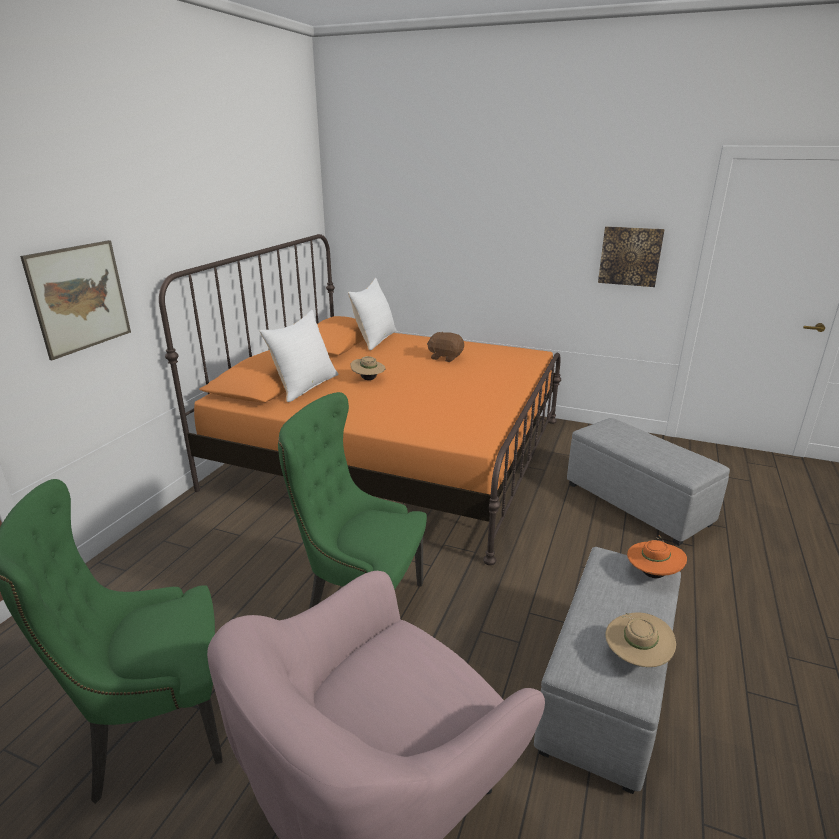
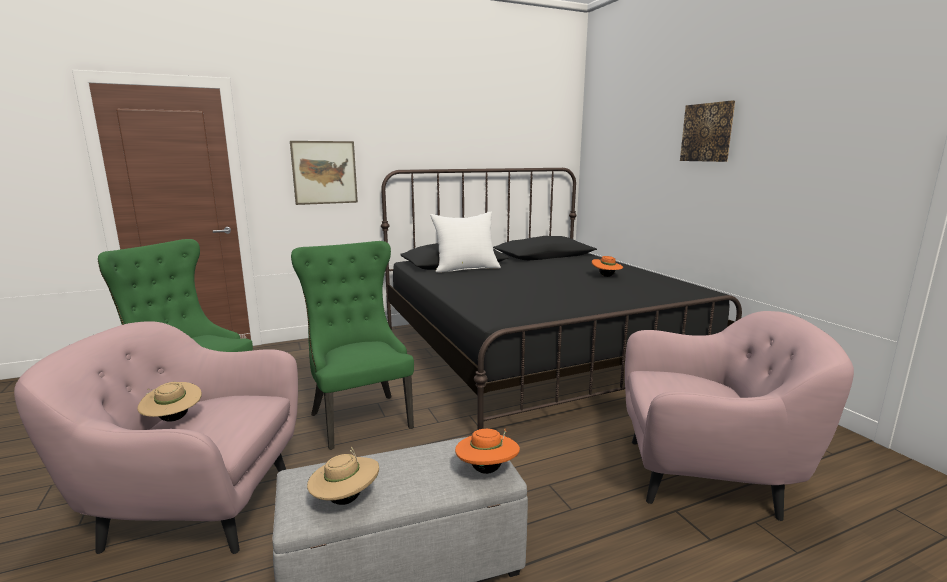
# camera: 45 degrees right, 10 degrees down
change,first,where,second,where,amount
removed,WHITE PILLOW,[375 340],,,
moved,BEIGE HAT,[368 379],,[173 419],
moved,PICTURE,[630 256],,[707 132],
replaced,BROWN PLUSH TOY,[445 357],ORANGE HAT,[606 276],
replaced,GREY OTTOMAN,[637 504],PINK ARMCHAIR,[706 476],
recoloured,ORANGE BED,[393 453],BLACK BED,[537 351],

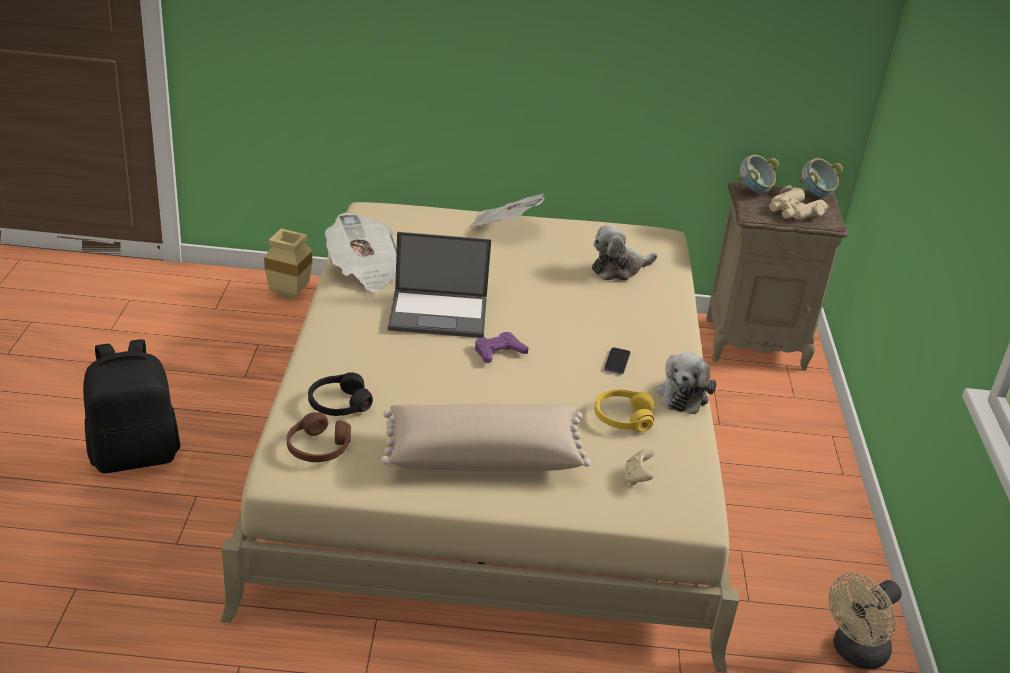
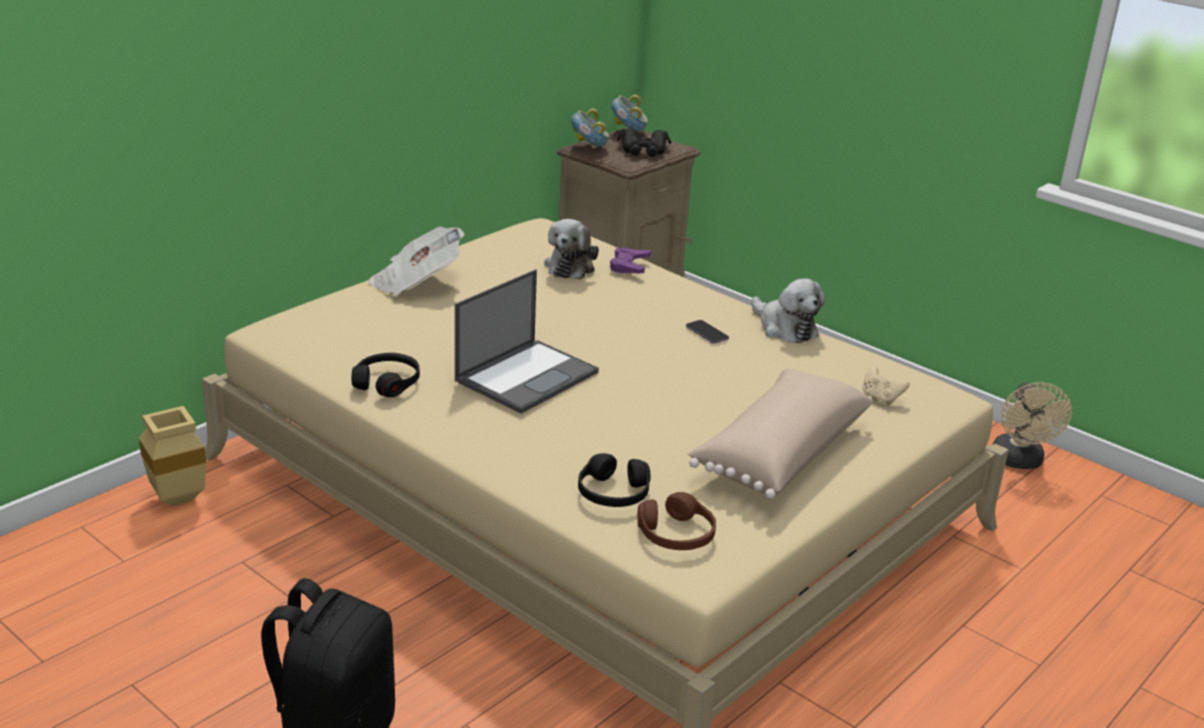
# camera: 50 degrees left, 5 degrees down
change,first,where,second,where,amount
removed,YELLOW HEADPHONES,[622 417],,,
moved,PURPLE GAME CONTROLLER,[499 352],,[629 265],
replaced,NEWSPAPER,[364 271],BLACK HEADPHONES,[387 383],
recoloured,BEIGE BINOCULARS,[793 212],BLACK BINOCULARS,[643 151],

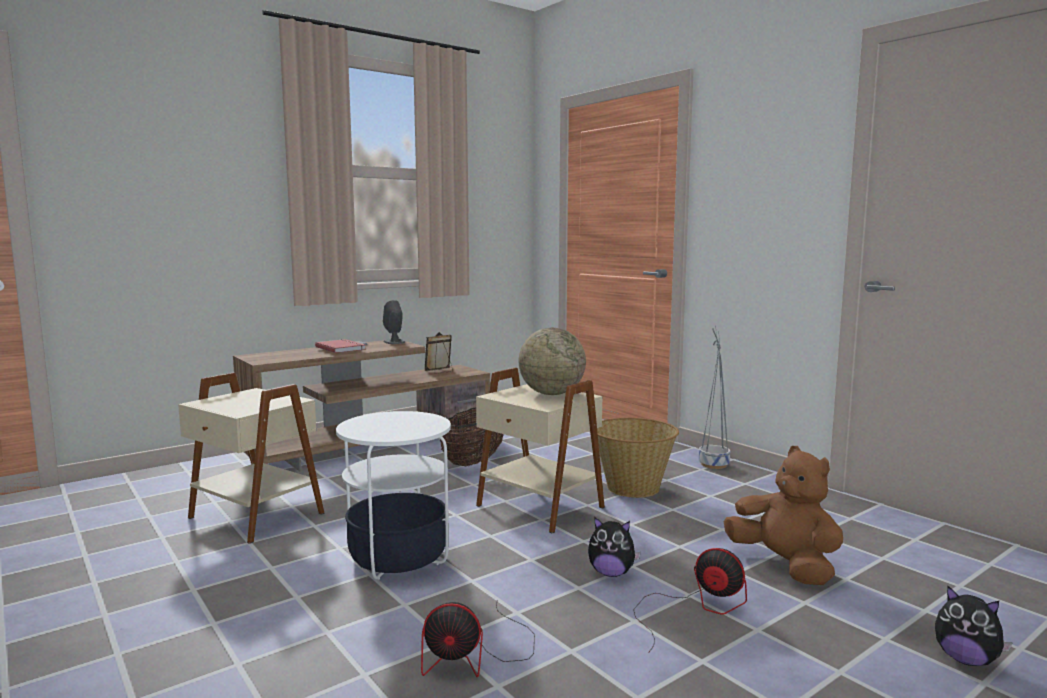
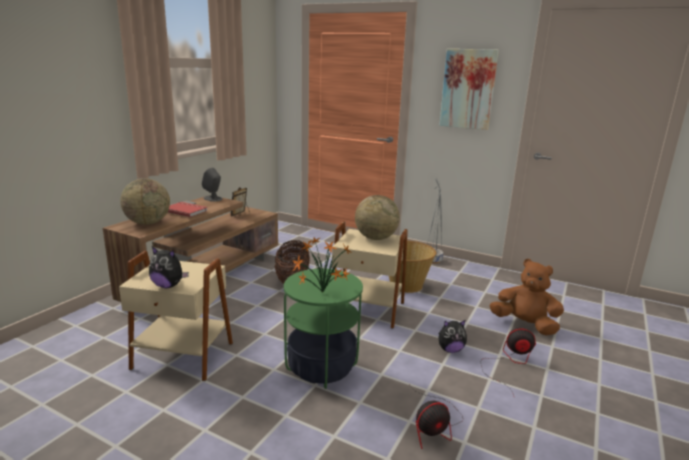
# camera: 25 degrees left, 10 degrees up
change,first,where,second,where,amount
added,,,GLOBE,[148 223],
added,,,POTTED PLANT,[321 293],
added,,,PICTURE,[468 89],
moved,PLUSH TOY,[966 660],,[168 286],
recoloured,WHITE SIDE TABLE,[398 559],GREEN SIDE TABLE,[321 369],

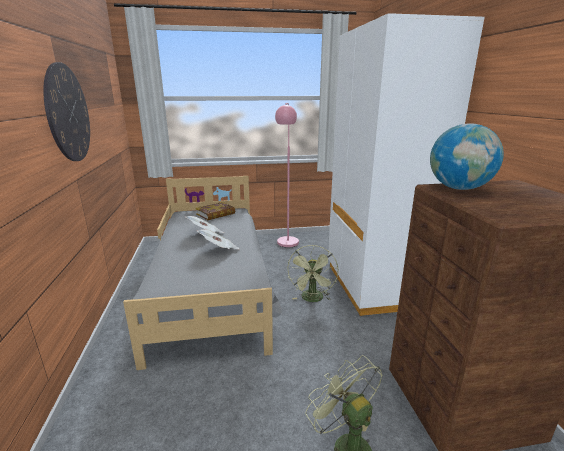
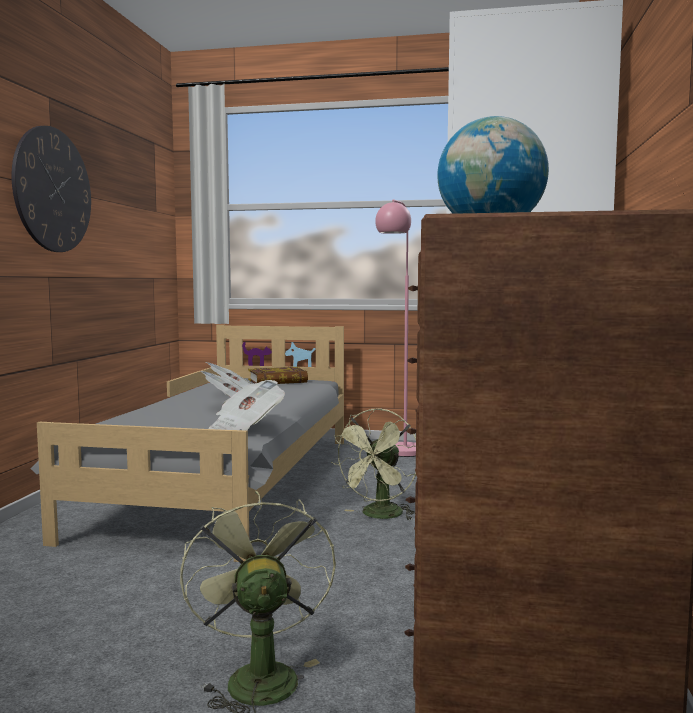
# camera: 20 degrees right, 15 degrees down
change,first,where,second,where,amount
added,,,NEWSPAPER,[245 427],

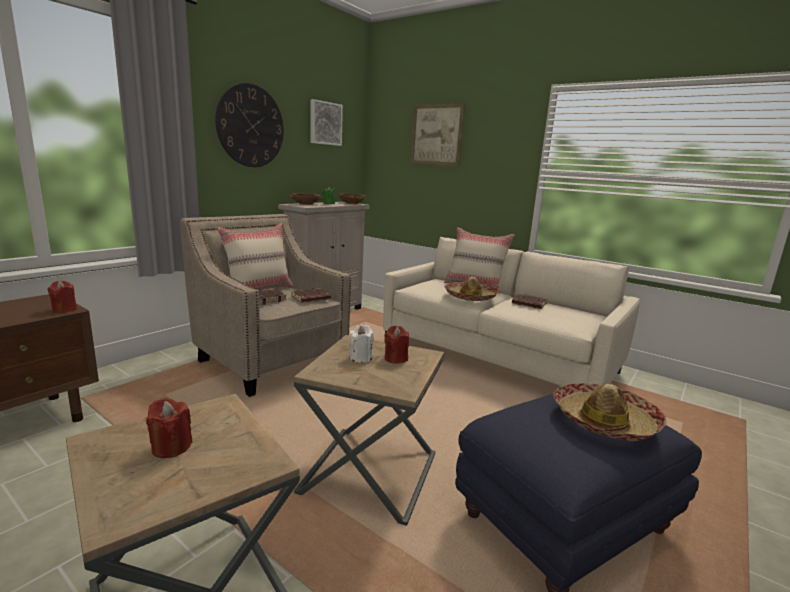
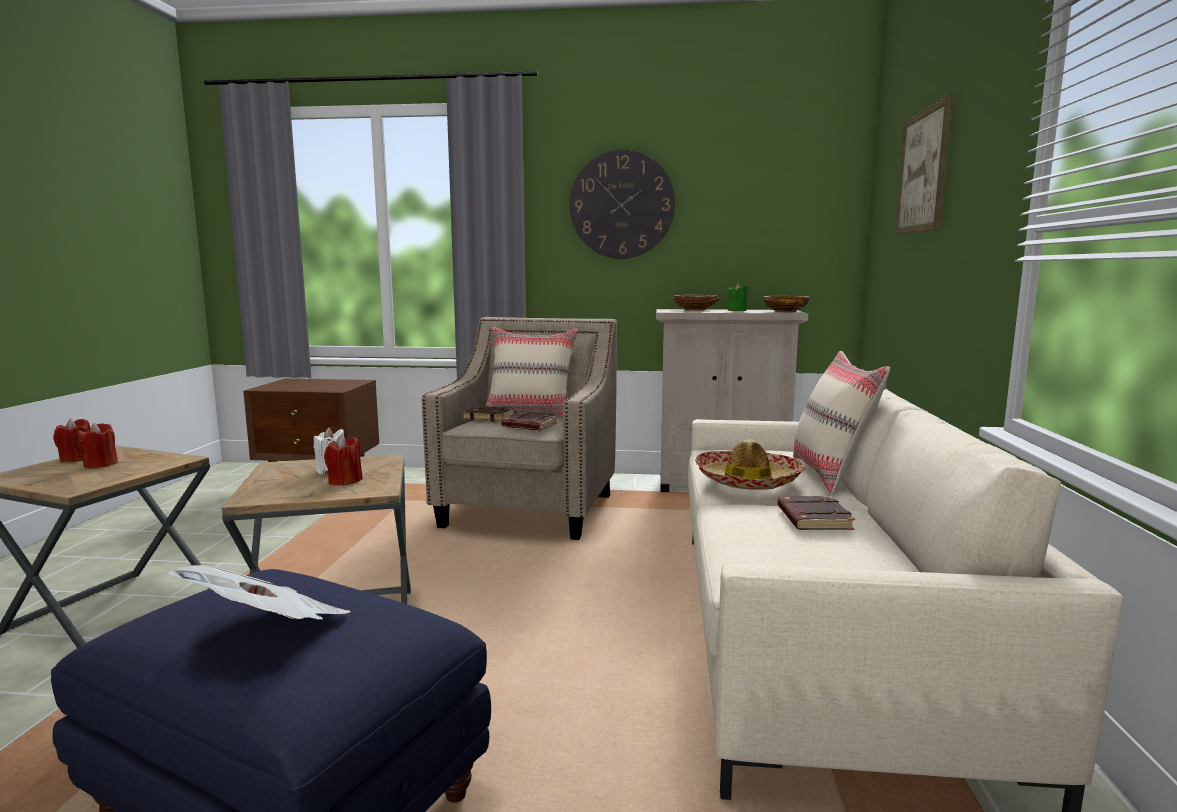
# camera: 60 degrees right, 5 degrees down
change,first,where,second,where,amount
removed,PICTURE,[325 123],,,
moved,RED CANDLE,[64 309],,[77 459],
replaced,HAT,[604 421],NEWSPAPER,[268 631],

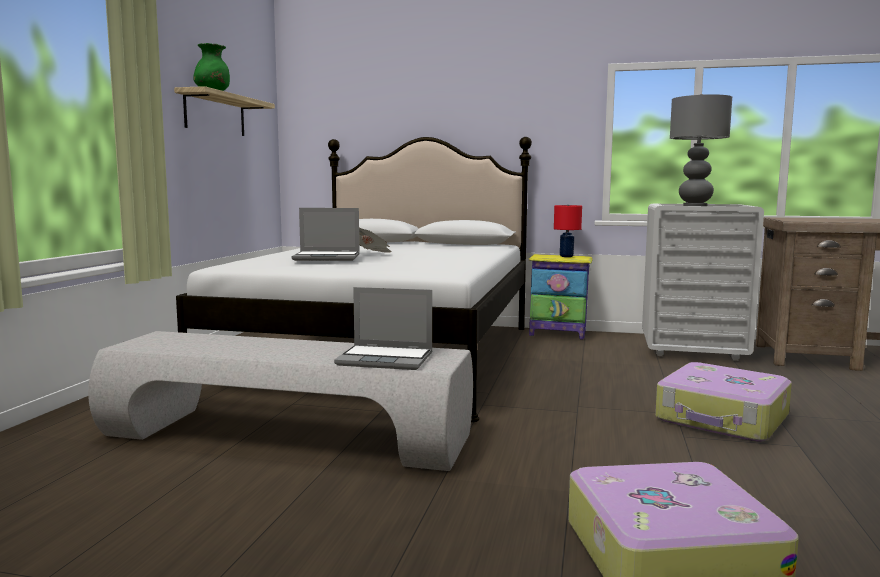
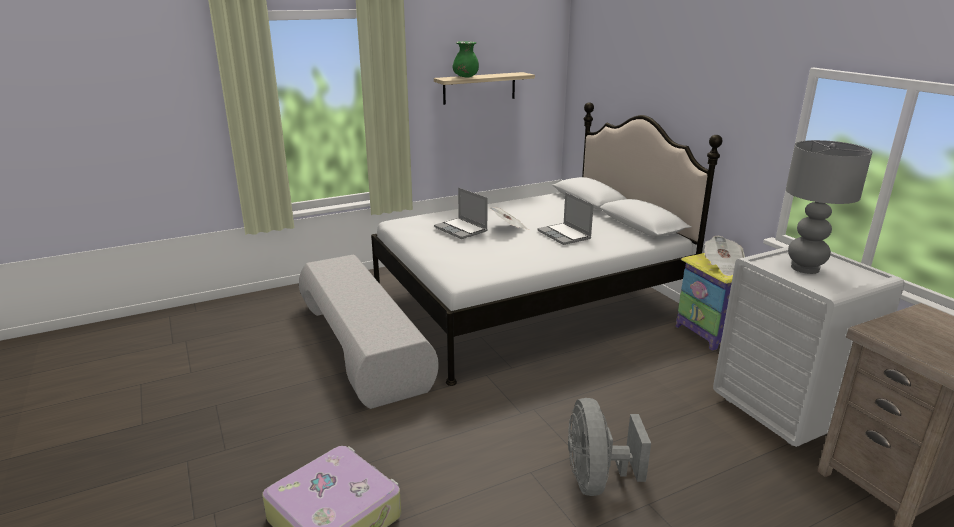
# camera: 50 degrees right, 15 degrees up
change,first,where,second,where,amount
moved,LAPTOP,[386 359],,[565 235],
replaced,RED TABLE LAMP,[567 256],NEWSPAPER,[723 266],
replaced,SUITCASE,[722 418],GREY FAN,[596 479],

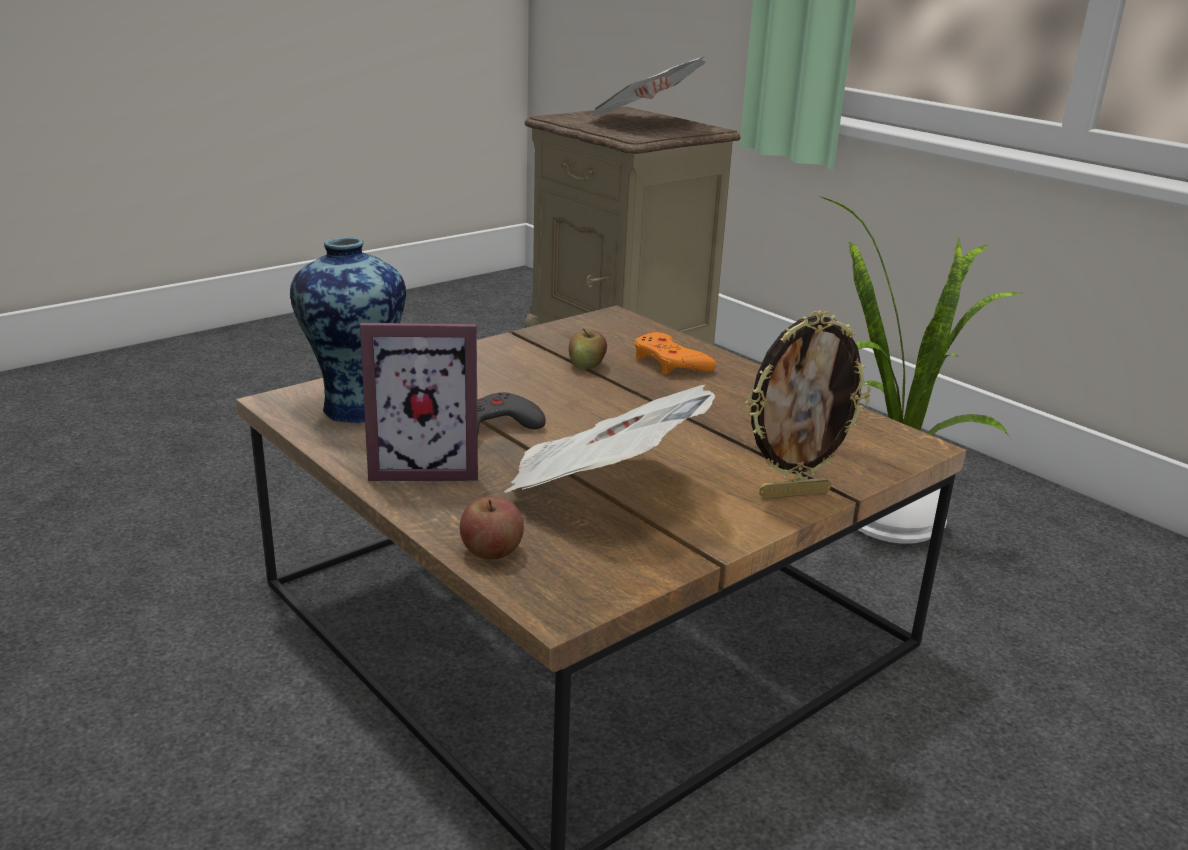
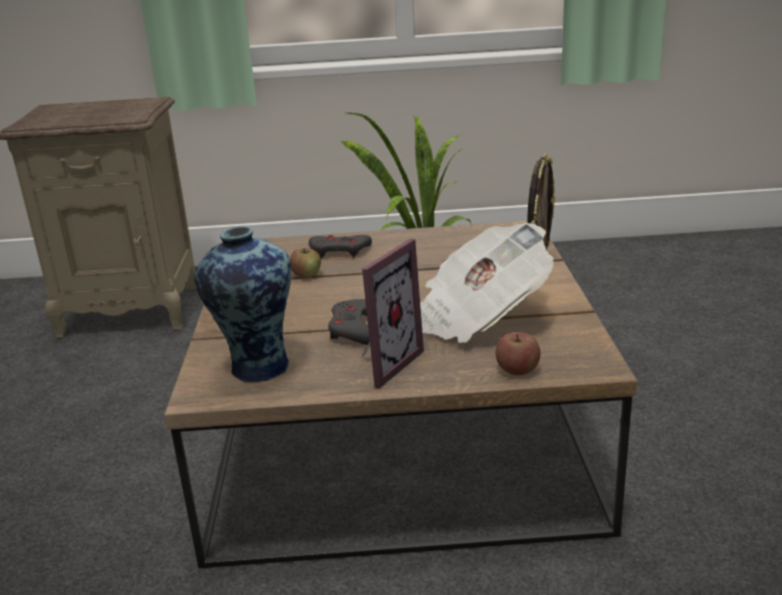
# camera: 50 degrees left, 0 degrees up
change,first,where,second,where,amount
removed,NEWSPAPER,[642 122],,,
recoloured,ORANGE GAME CONTROLLER,[670 362],GREY GAME CONTROLLER,[339 251],

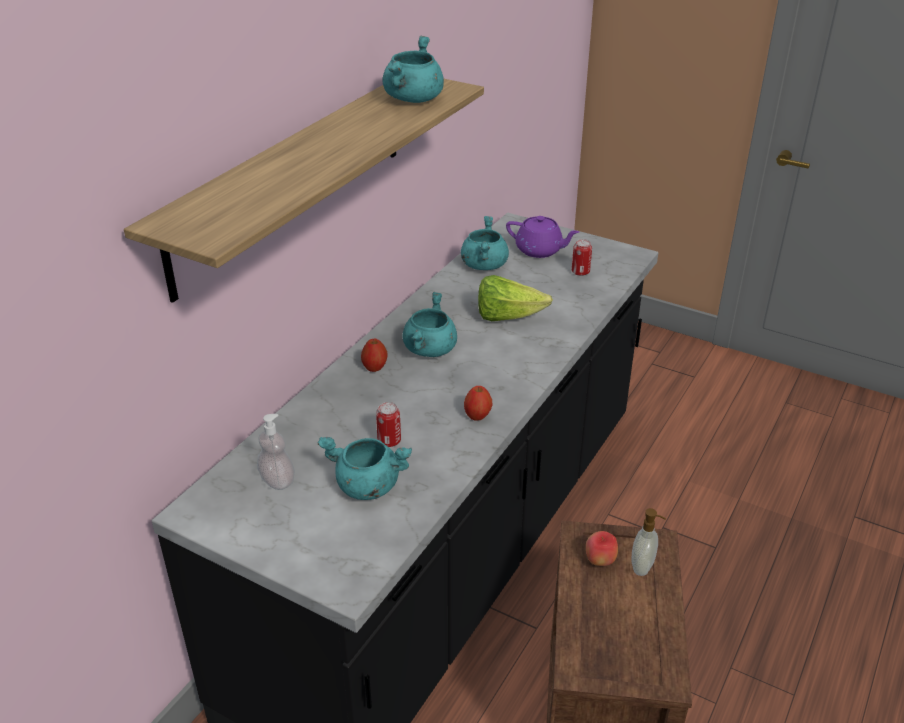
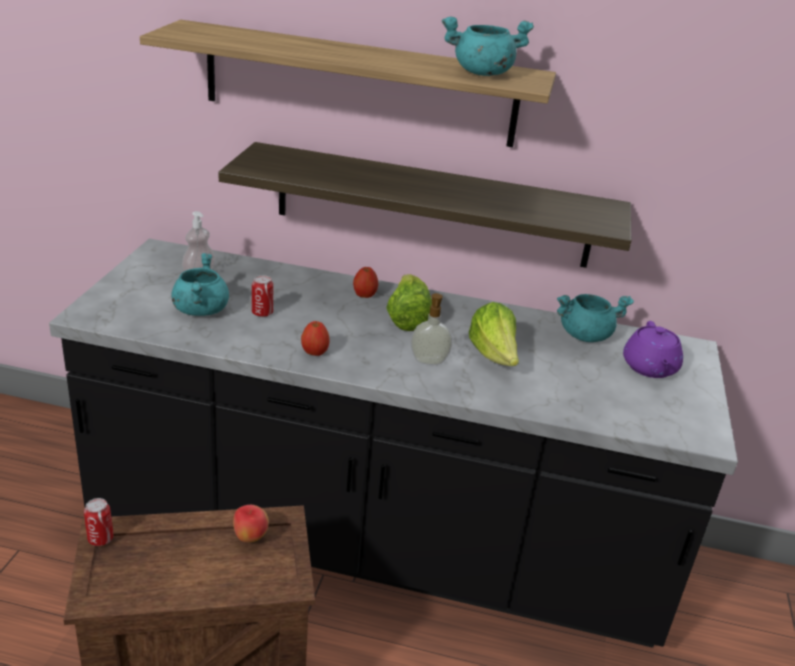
# camera: 70 degrees right, 5 degrees down
change,first,where,second,where,amount
added,,,SHELF,[432 205],
moved,CAN,[580 272],,[100 539],
moved,SOAP DISPENSER,[643 567],,[429 362],
replaced,TURQUOISE COOKING POT,[430 350],LETTUCE,[407 319],

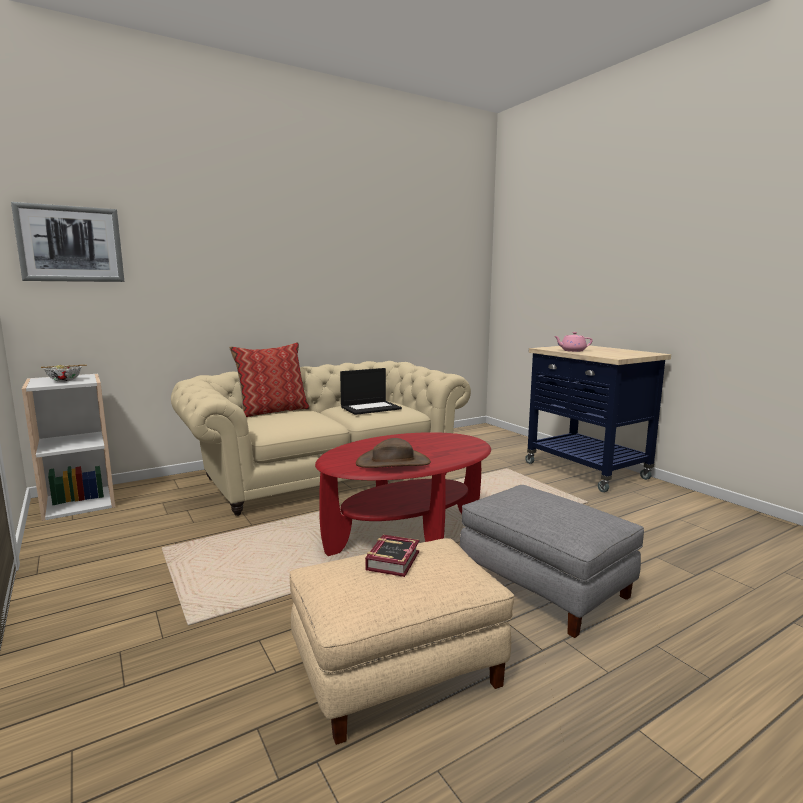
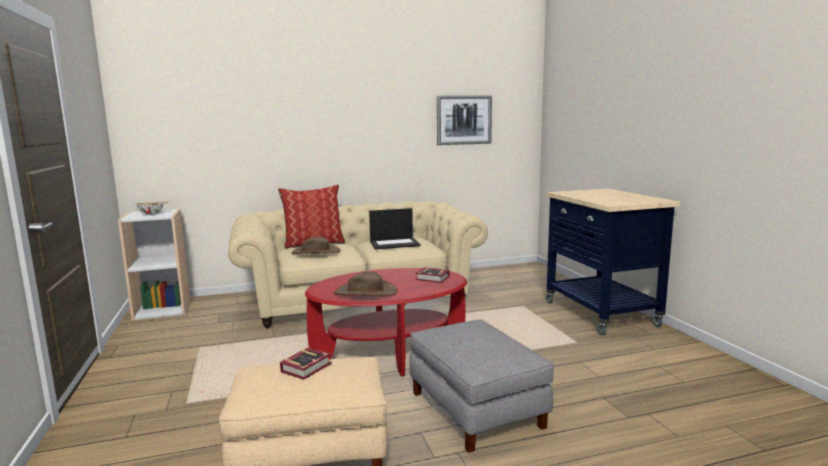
# camera: 15 degrees right, 0 degrees up
change,first,where,second,where,amount
removed,PINK TEAPOT,[572 351],,,
added,,,BROWN HAT,[316 252],
added,,,BOOK,[433 279],
moved,PICTURE,[70 244],,[464 120],

